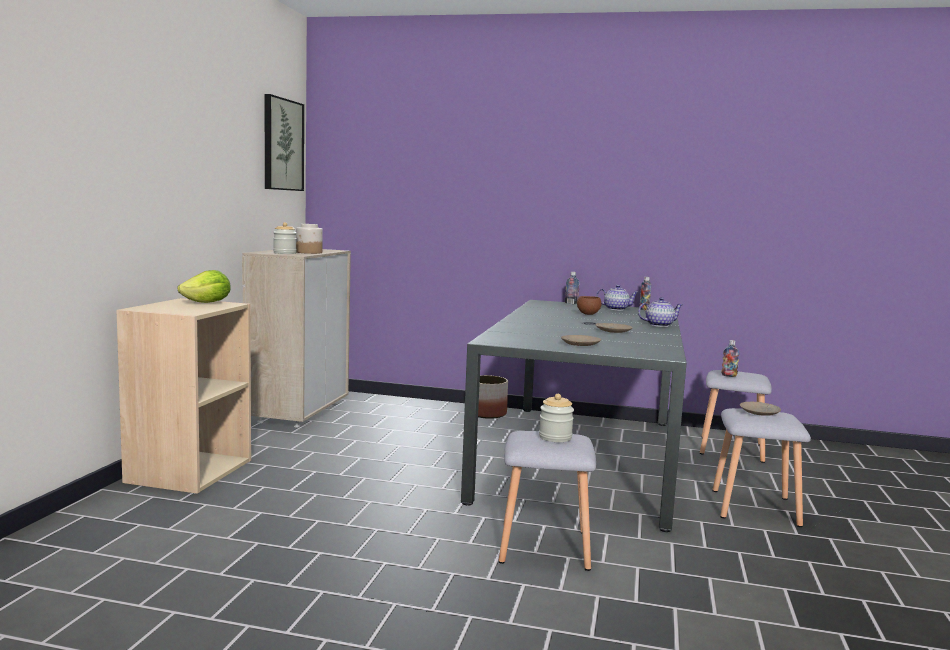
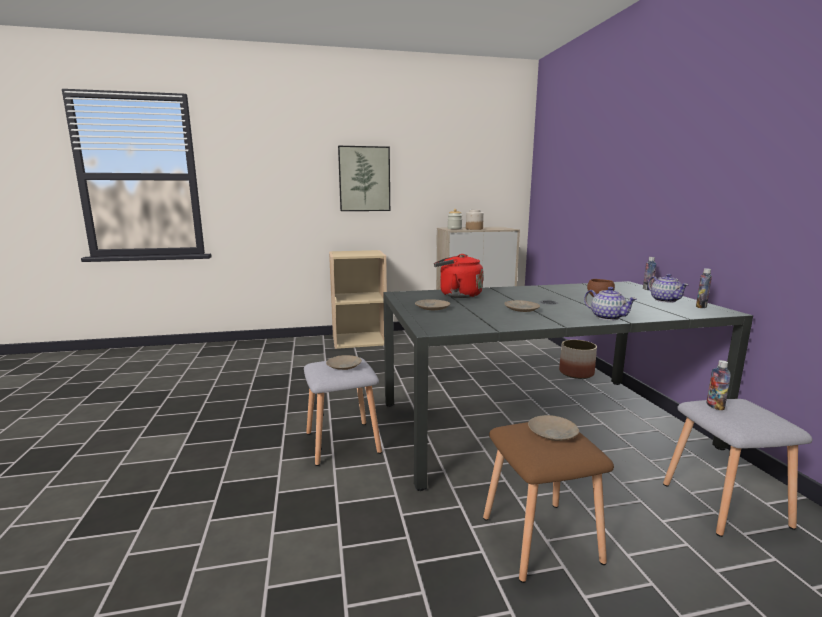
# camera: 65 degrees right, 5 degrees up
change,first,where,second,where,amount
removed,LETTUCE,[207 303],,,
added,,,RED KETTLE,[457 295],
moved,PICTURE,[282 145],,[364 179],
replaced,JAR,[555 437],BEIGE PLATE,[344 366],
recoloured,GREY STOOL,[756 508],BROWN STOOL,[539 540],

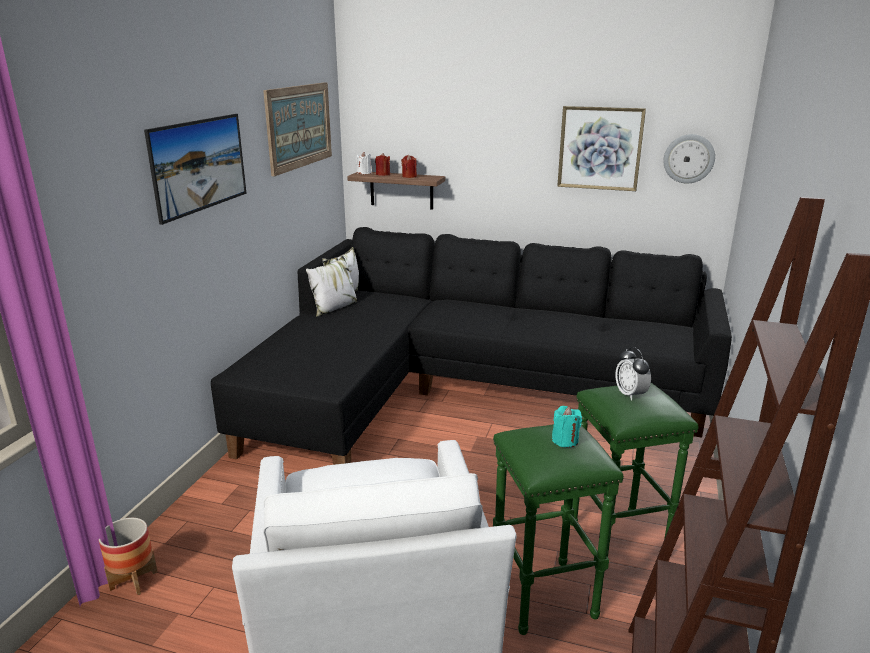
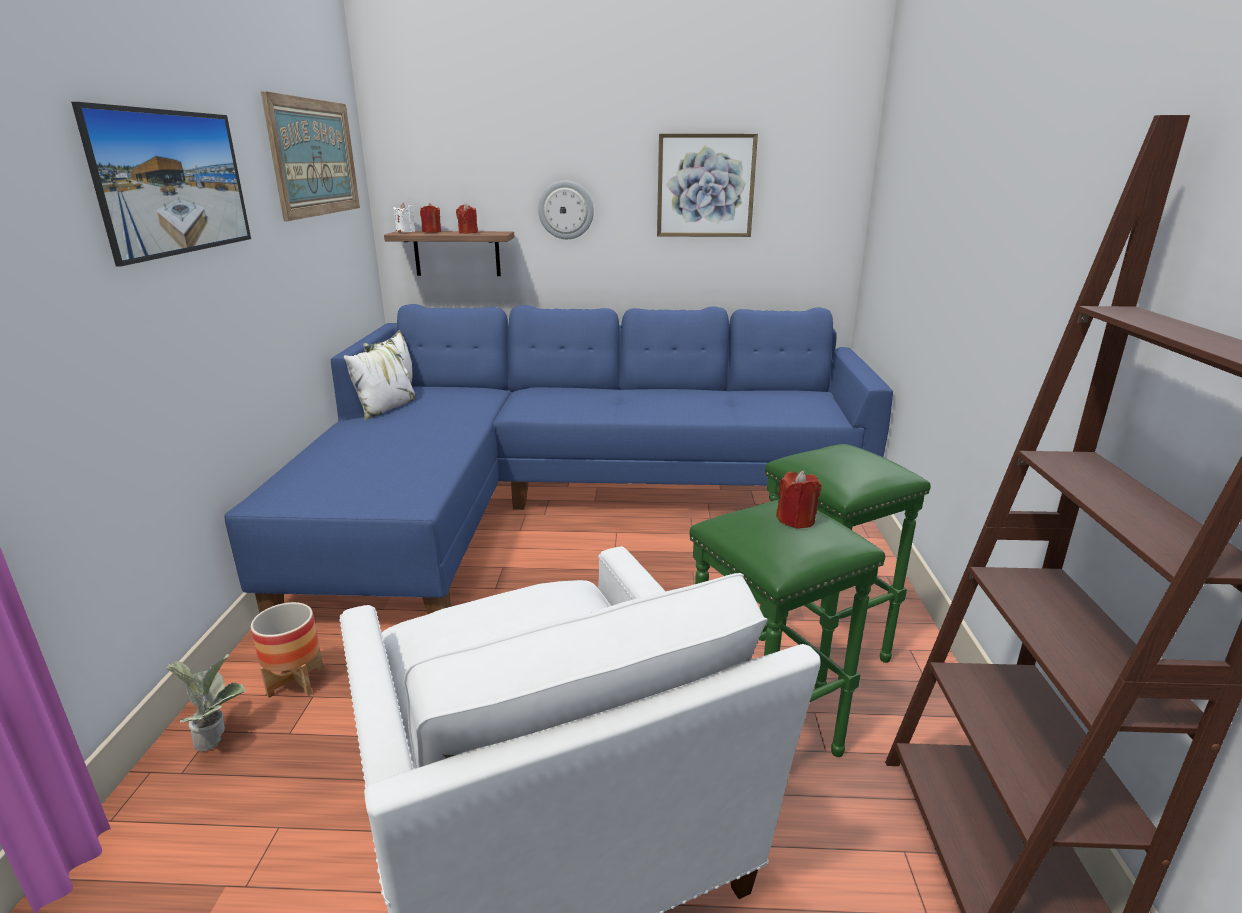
# camera: 15 degrees left, 0 degrees up
change,first,where,second,where,amount
removed,ALARM CLOCK,[630 394],,,
added,,,POTTED PLANT,[219 737],
moved,PLANTER,[134 580],,[296 681],
moved,WALL CLOCK,[688 158],,[566 210],
recoloured,BLACK SOFA,[458 392],BLUE SOFA,[562 501],
recoloured,TURQUOISE CANDLE,[565 440],RED CANDLE,[796 520],

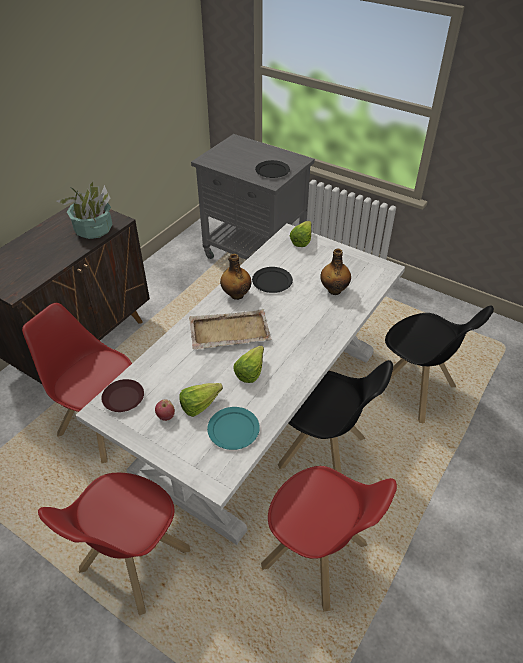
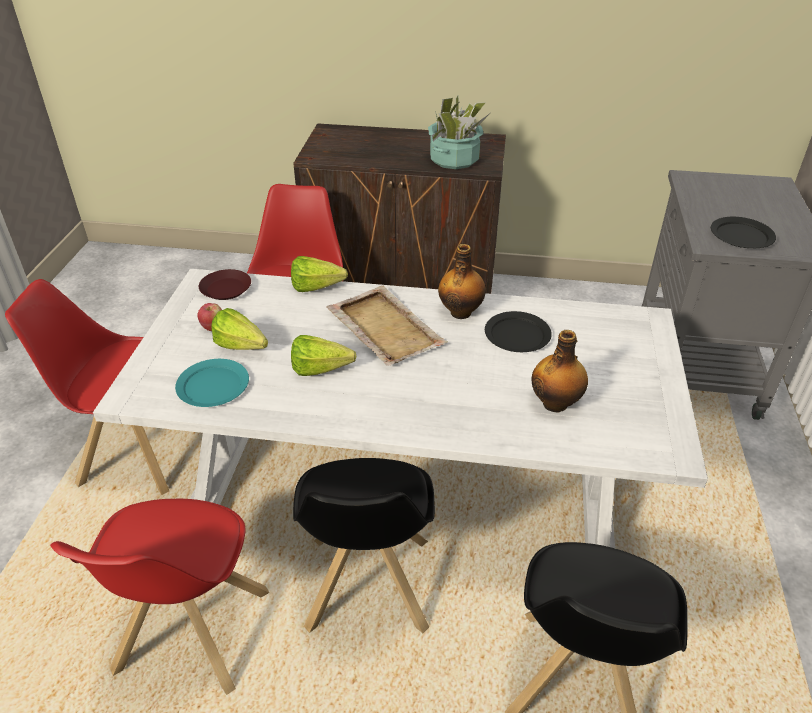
# camera: 65 degrees right, 5 degrees down
change,first,where,second,where,amount
moved,LETTUCE,[303 240],,[320 288],

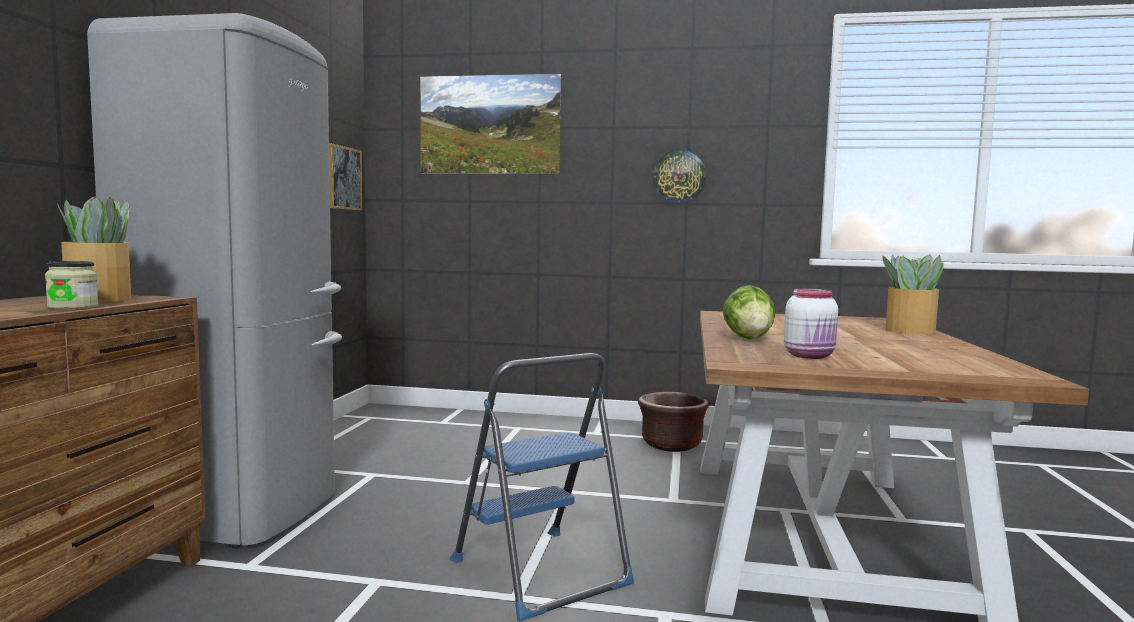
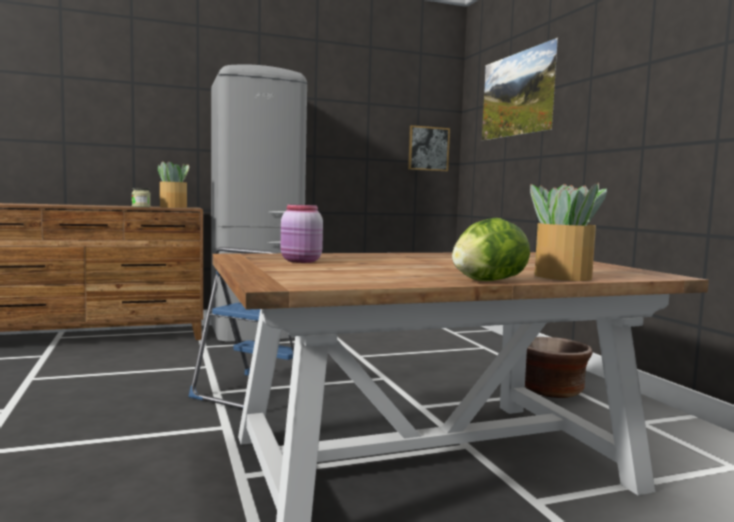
# camera: 60 degrees right, 0 degrees up
change,first,where,second,where,amount
removed,WALL CLOCK,[679 177],,,
moved,LETTUCE,[748 338],,[487 281],
recoloured,WHITE JAR,[810 356],PINK JAR,[301 261],

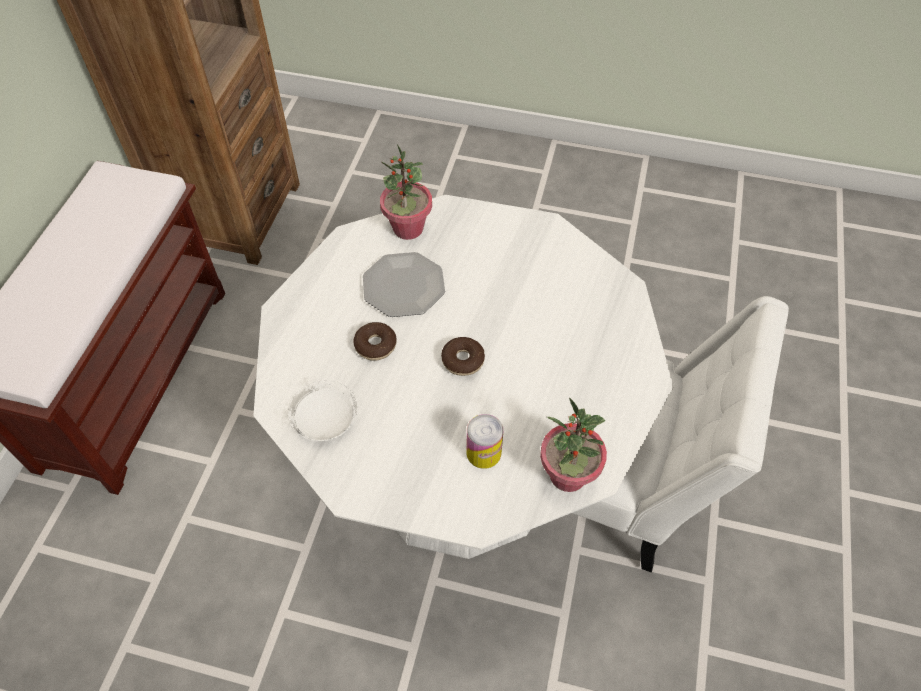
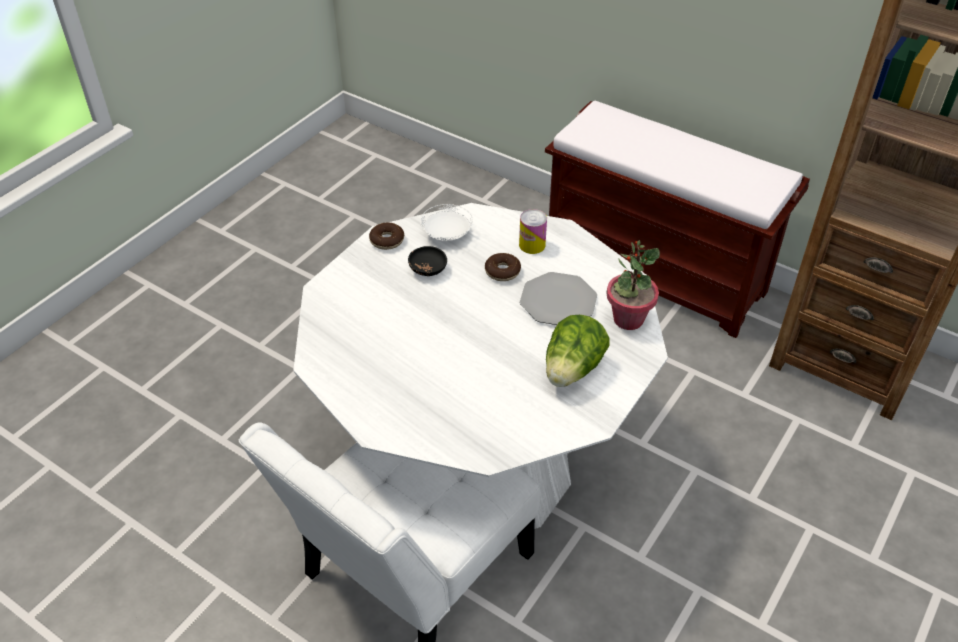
# camera: 110 degrees right, 10 degrees down
change,first,where,second,where,amount
removed,POTTED PLANT,[568 475],,,
added,,,BLACK BOWL,[428 269],
added,,,LETTUCE,[572 370],
moved,DONUT,[463 360],,[387 240],
moved,CAN,[483 452],,[532 245],

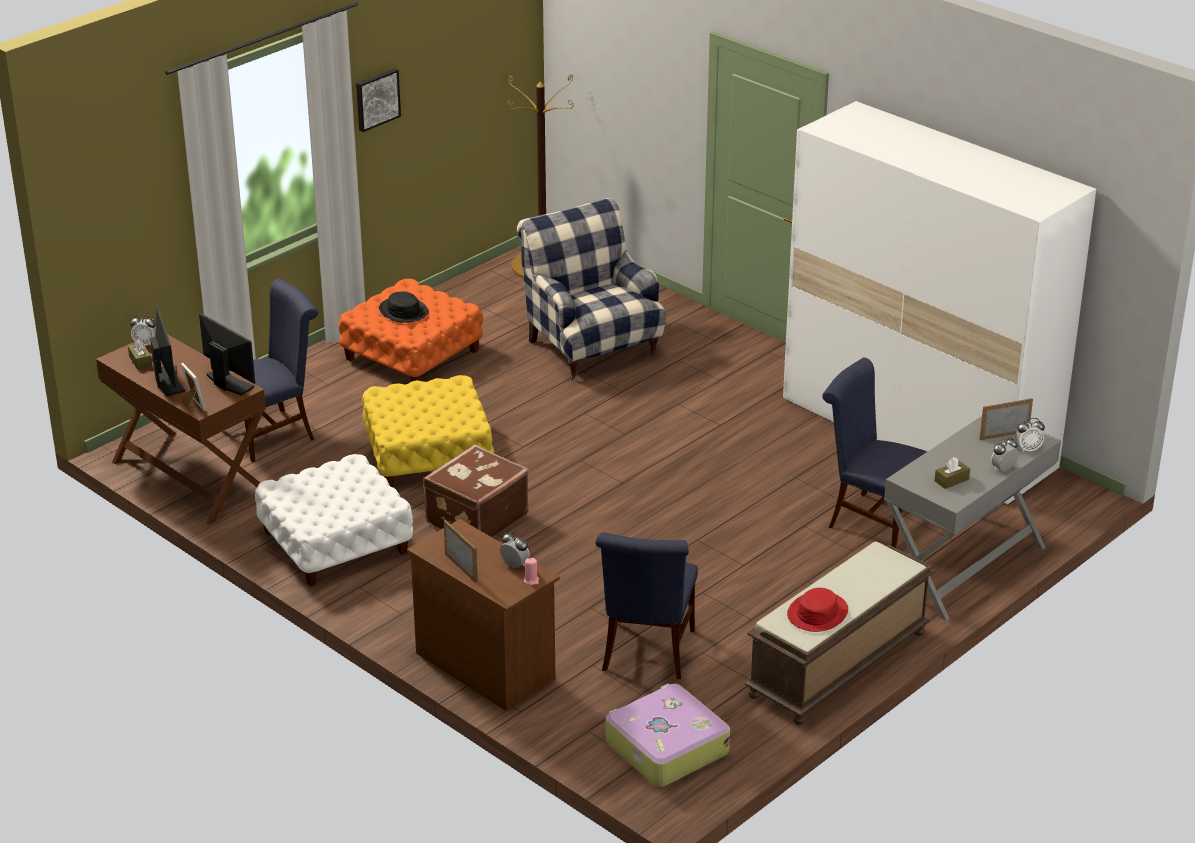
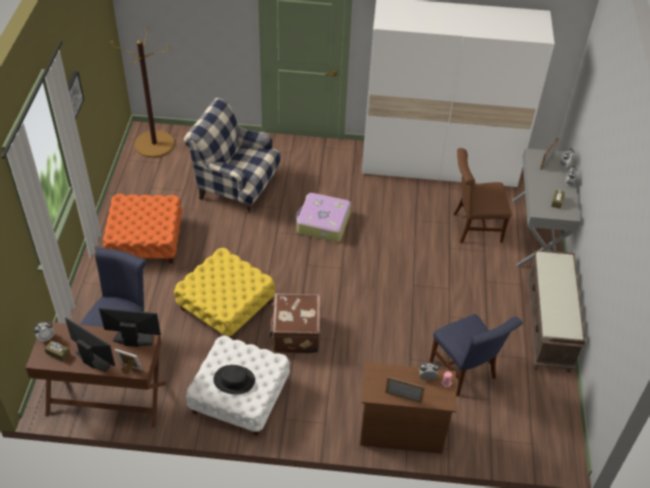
# camera: 40 degrees left, 15 degrees up
change,first,where,second,where,amount
removed,RED HAT,[817 613],,,
moved,BLACK HAT,[403 311],,[234 380],
moved,SUITCASE,[665 747],,[322 223],
recoloured,BLUE CHAIR,[872 519],BROWN CHAIR,[473 227],

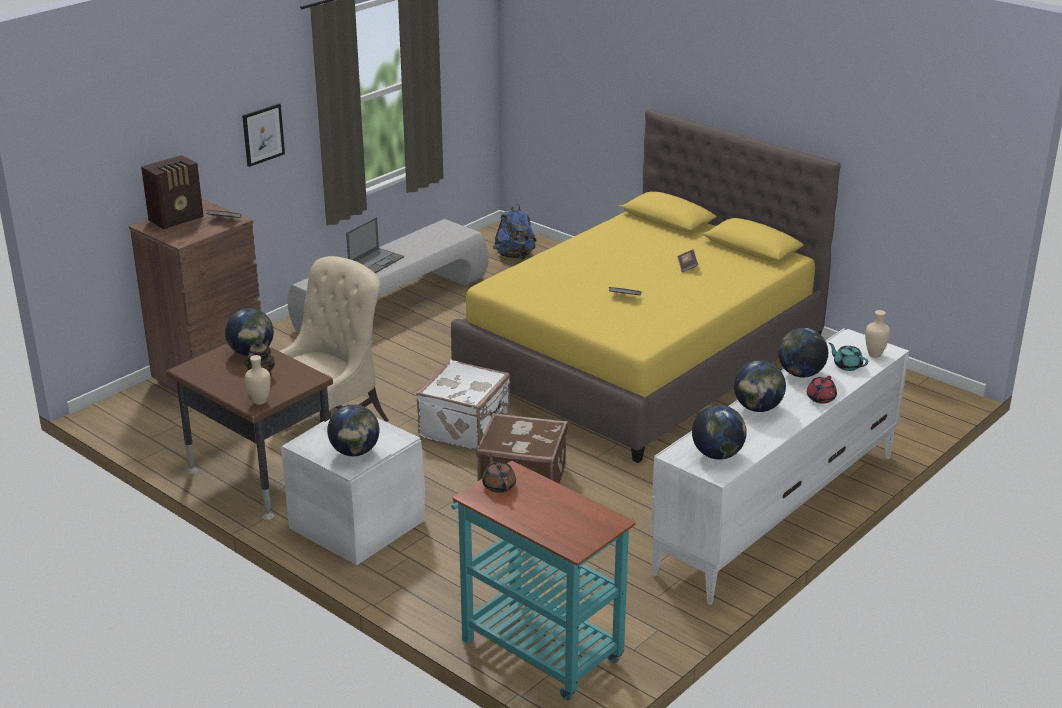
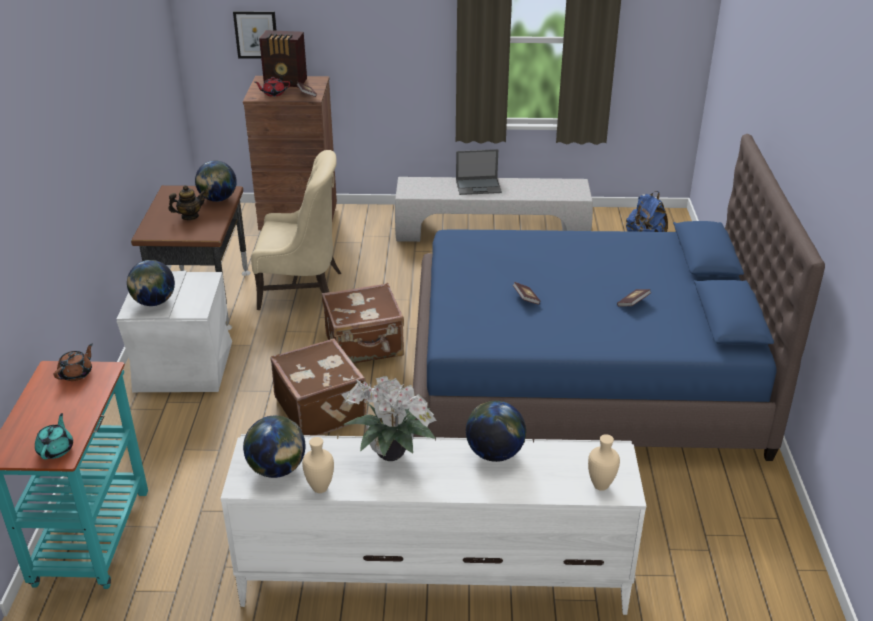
# camera: 50 degrees right, 5 degrees up
change,first,where,second,where,amount
moved,PICTURE,[263 134],,[256 34],
moved,BEIGE VASE,[260 402],,[319 489],
moved,RED TEAPOT,[820 398],,[273 93],
moved,TURQUOISE TEAPOT,[847 365],,[56 449],
replaced,GLOBE,[757 408],POTTED PLANT,[393 456],
recoloured,WHITE SUITCASE,[466 428],BROWN SUITCASE,[365 346],
recoloured,YELLOW BED,[642 360],BLUE BED,[582 376],

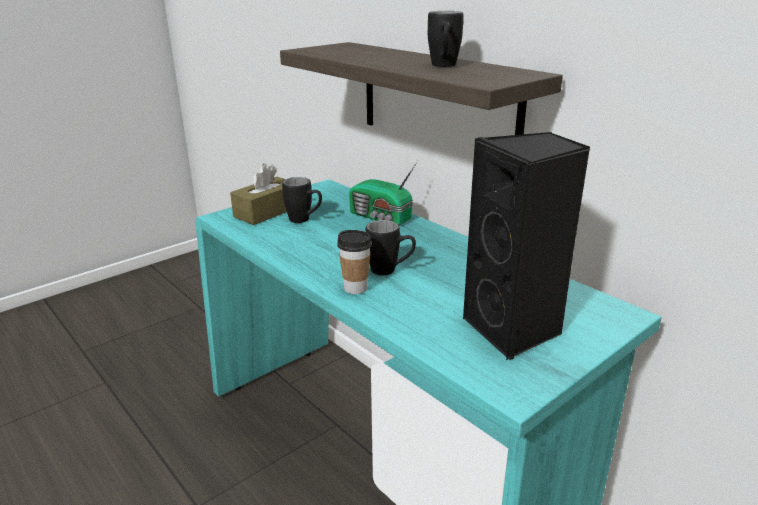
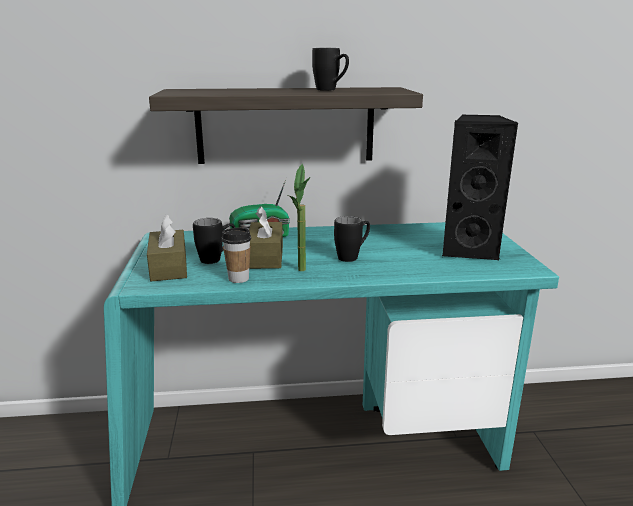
# camera: 55 degrees left, 5 degrees down
change,first,where,second,where,amount
added,,,BROWN TISSUE BOX,[265 256],
added,,,POTTED PLANT,[302 273],
moved,CUP,[355 288],,[238 278],

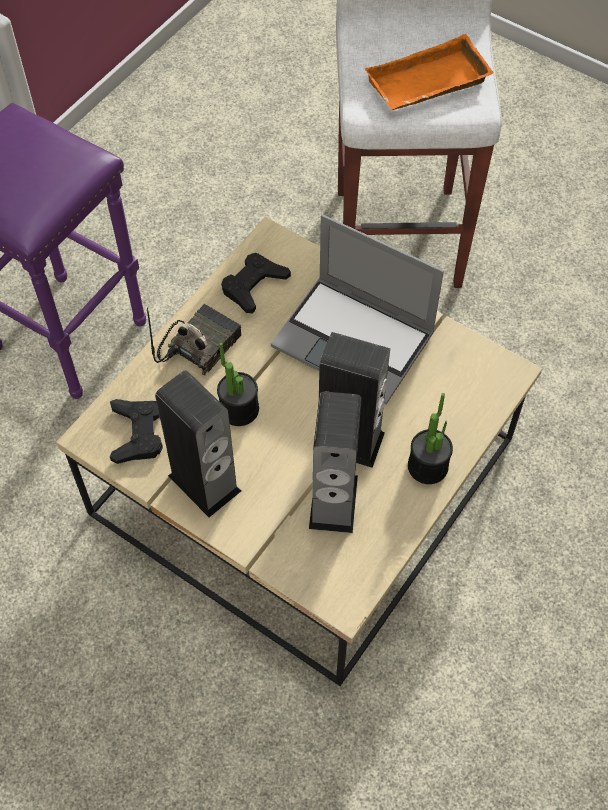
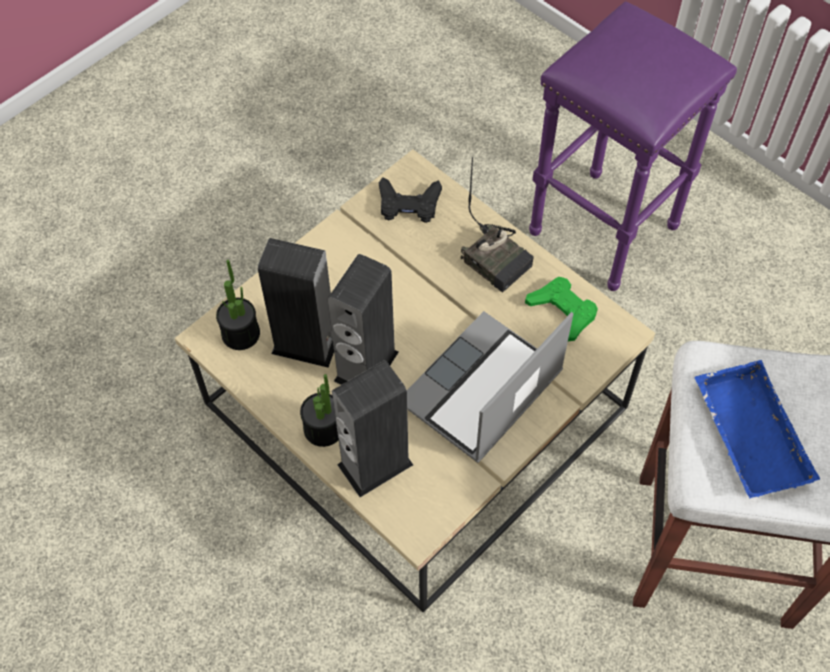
# camera: 100 degrees right, 0 degrees up
change,first,where,second,where,amount
moved,SPEAKER,[204 483],,[375 464],
moved,POTTED PLANT,[239 409],,[241 334],
recoloured,BLACK GAME CONTROLLER,[254 286],GREEN GAME CONTROLLER,[562 311],
recoloured,ORANGE TRAY,[427 85],BLUE TRAY,[746 434],

